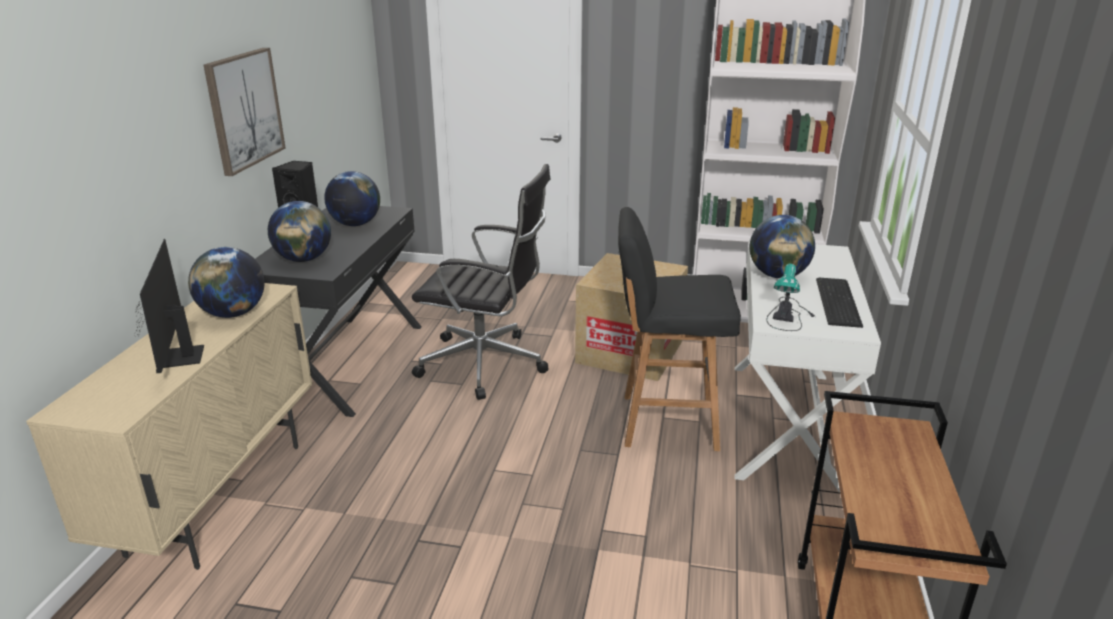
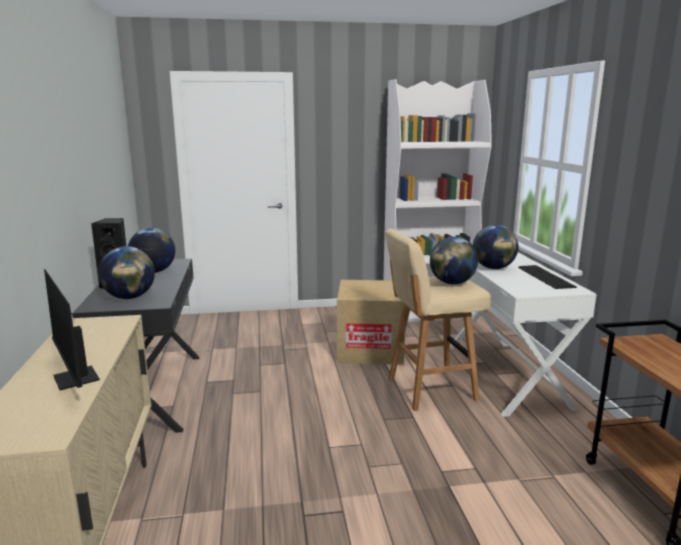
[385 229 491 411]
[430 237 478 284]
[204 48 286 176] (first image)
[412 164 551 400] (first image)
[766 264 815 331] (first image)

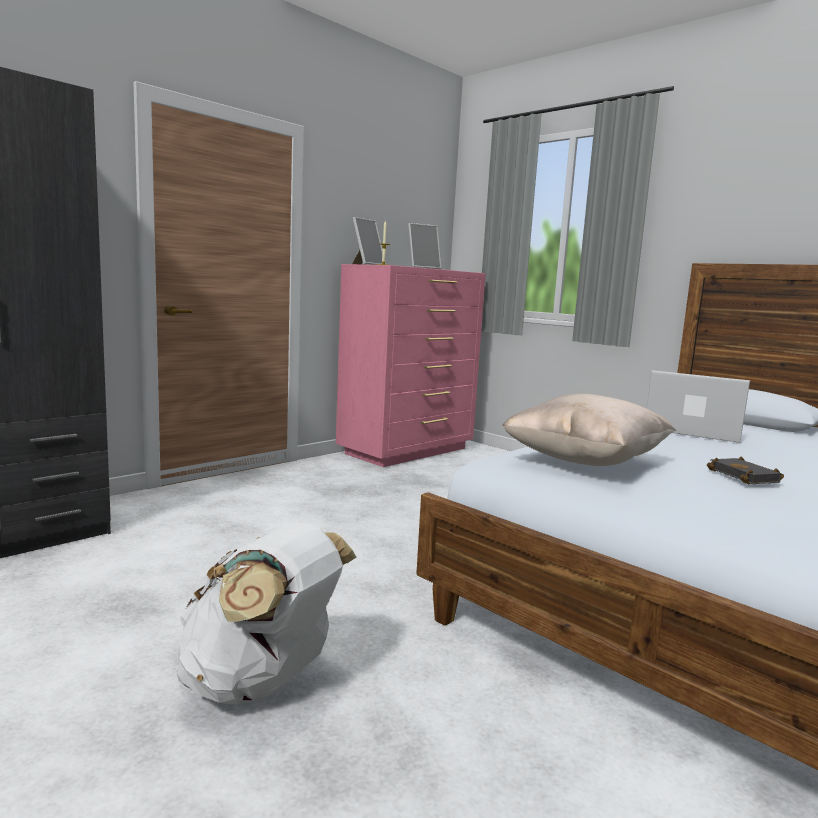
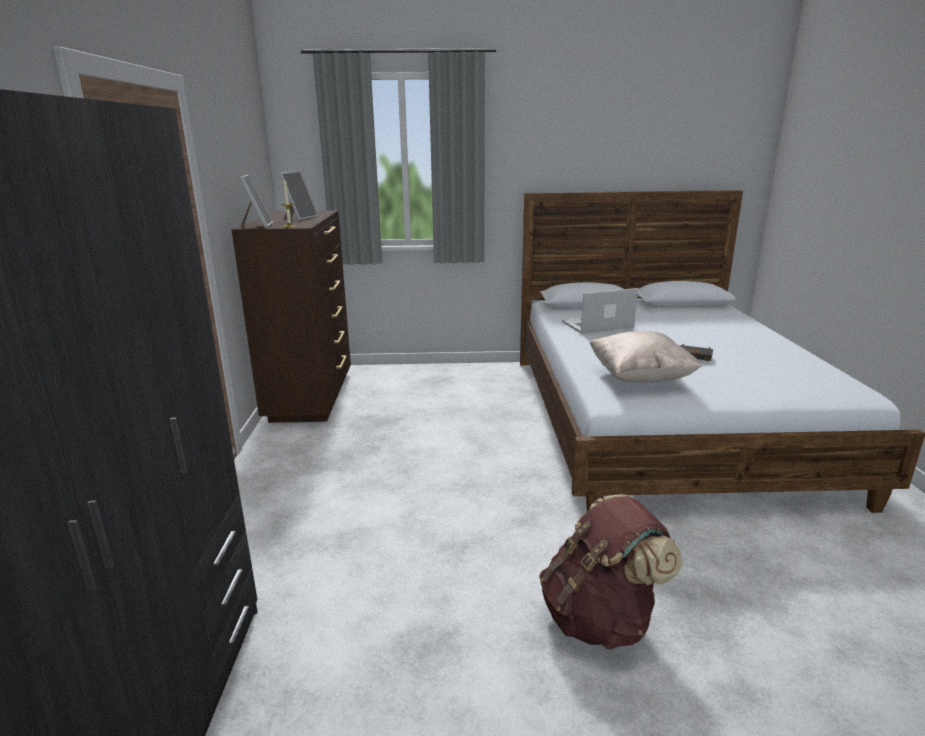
[232 210 351 423]
[539 494 683 649]

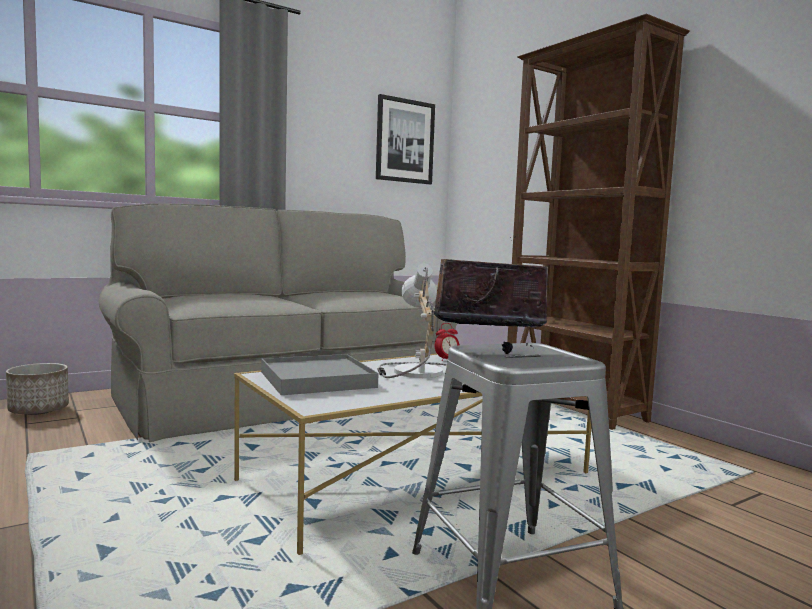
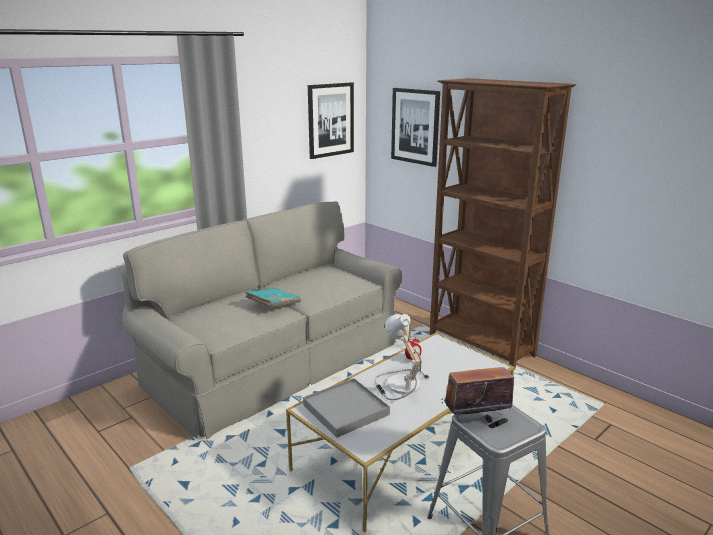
[245 289 301 307]
[391 88 440 167]
[6 363 69 415] (first image)

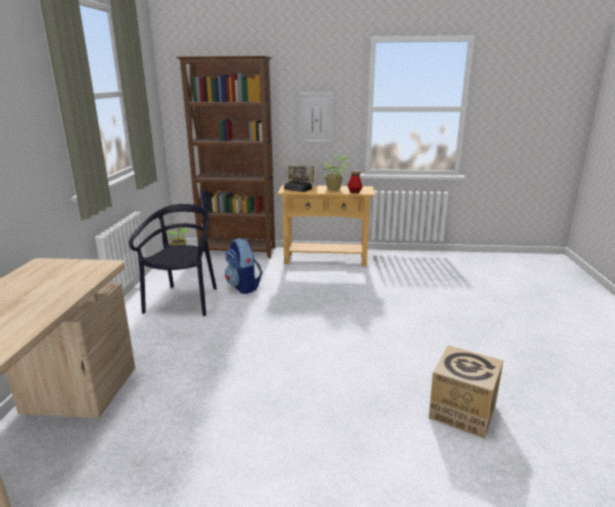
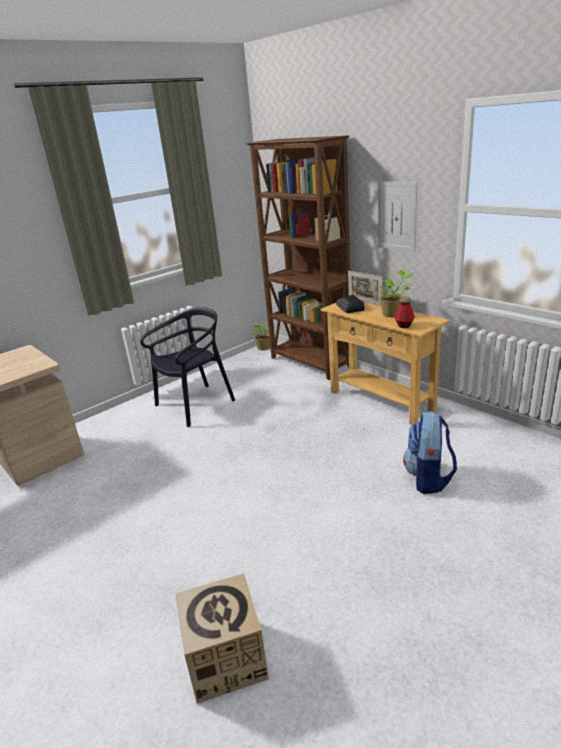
[403 411 457 494]

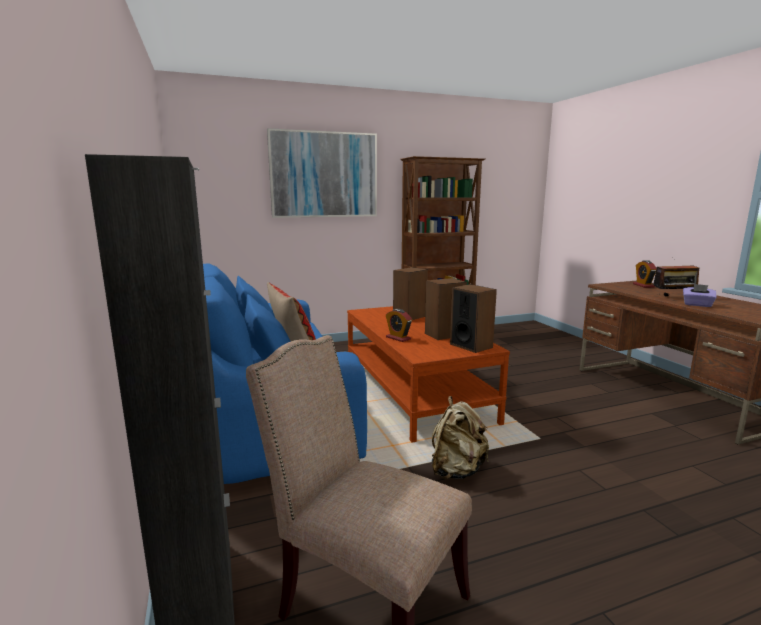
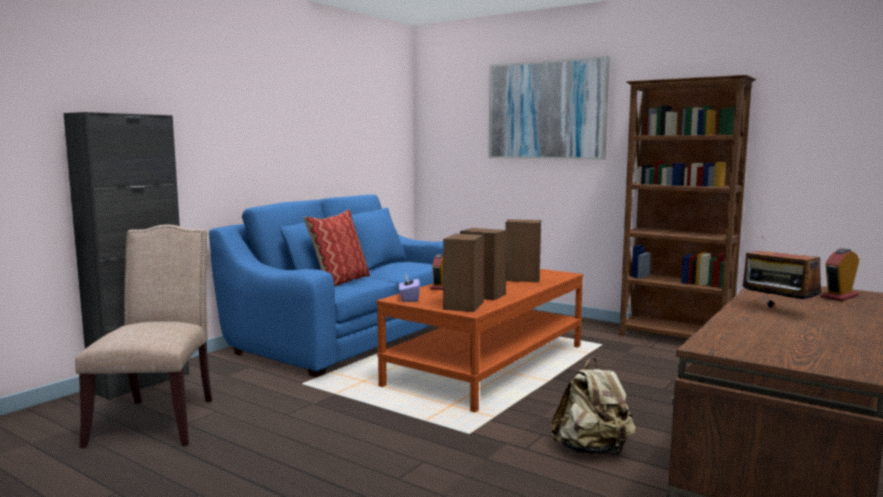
[399 274 420 302]
[551 357 636 455]

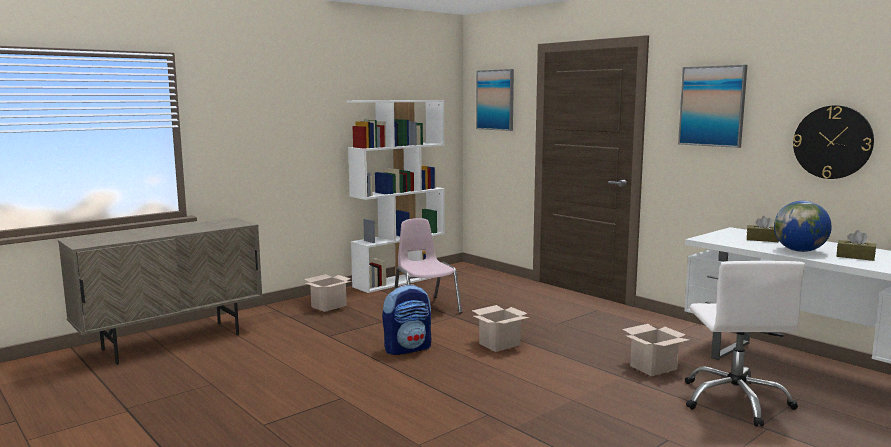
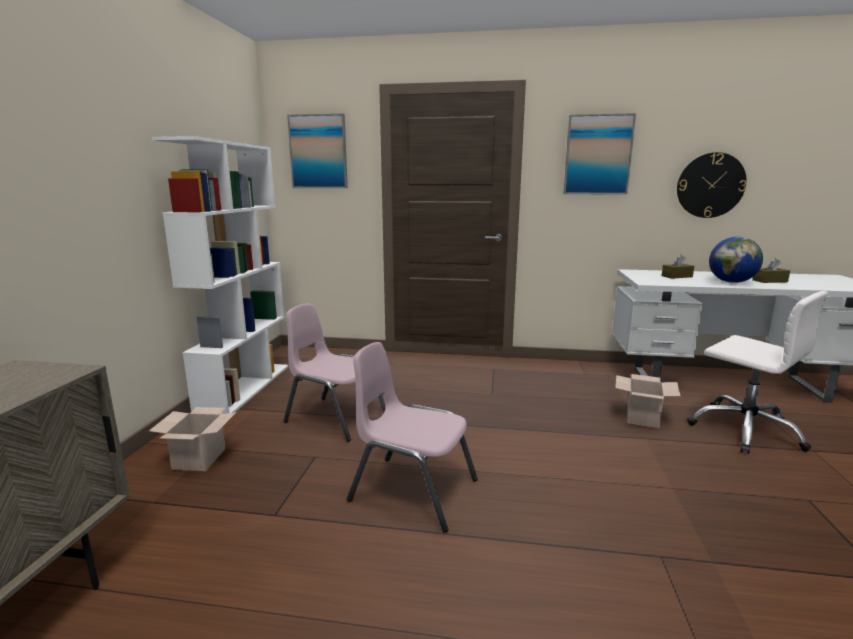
[347 342 478 533]
[472 305 529 352] (first image)

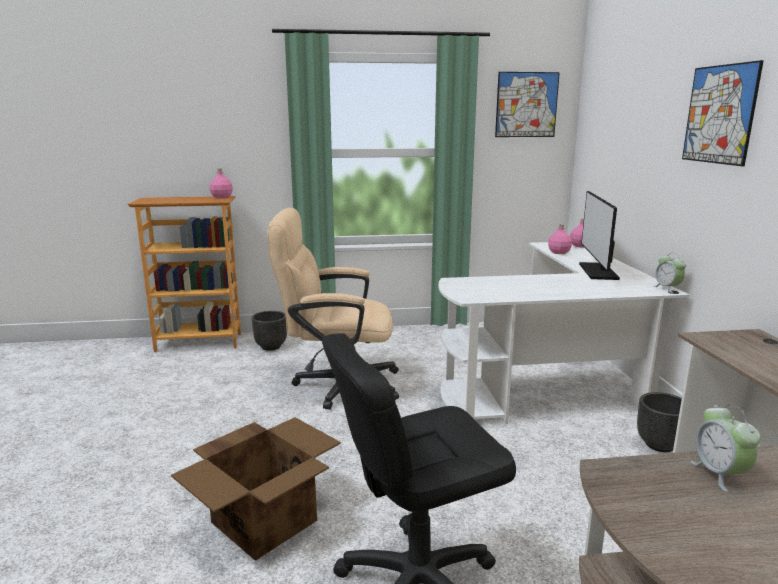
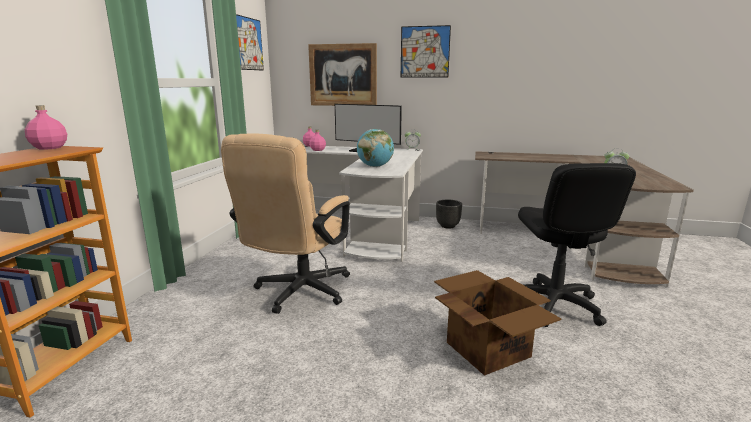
[308 43 377 106]
[357 129 394 167]
[252 311 287 351] (first image)

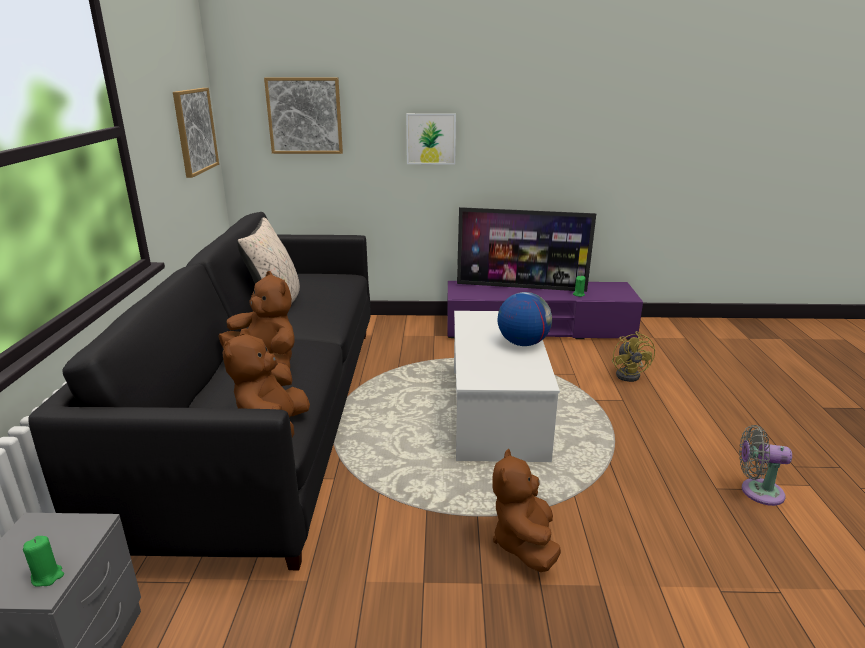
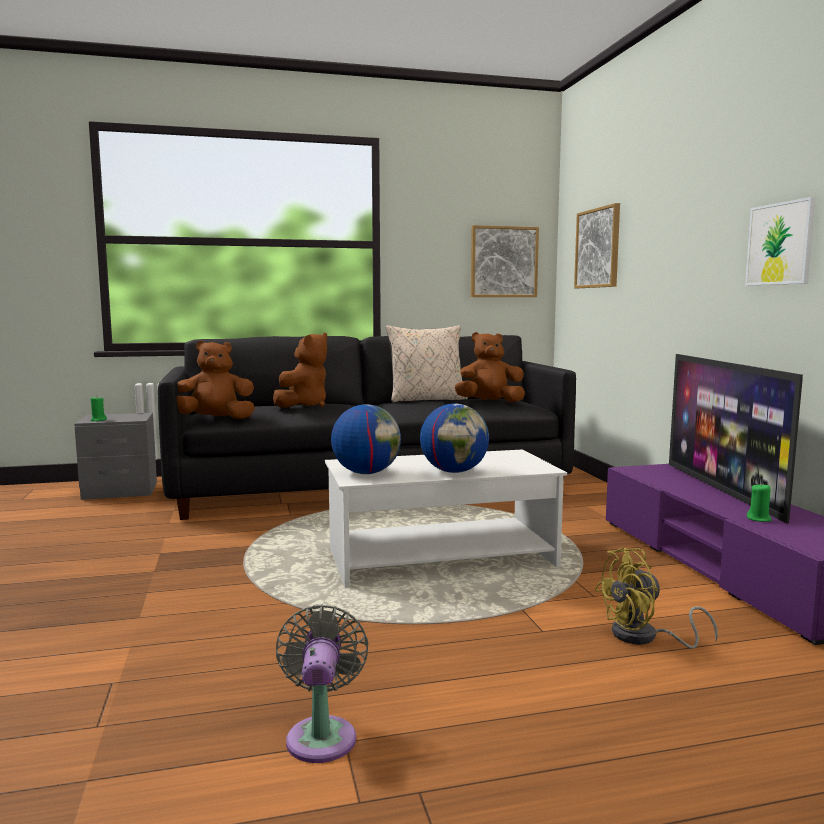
[331 404 401 474]
[455 332 525 403]
[745 197 816 286]

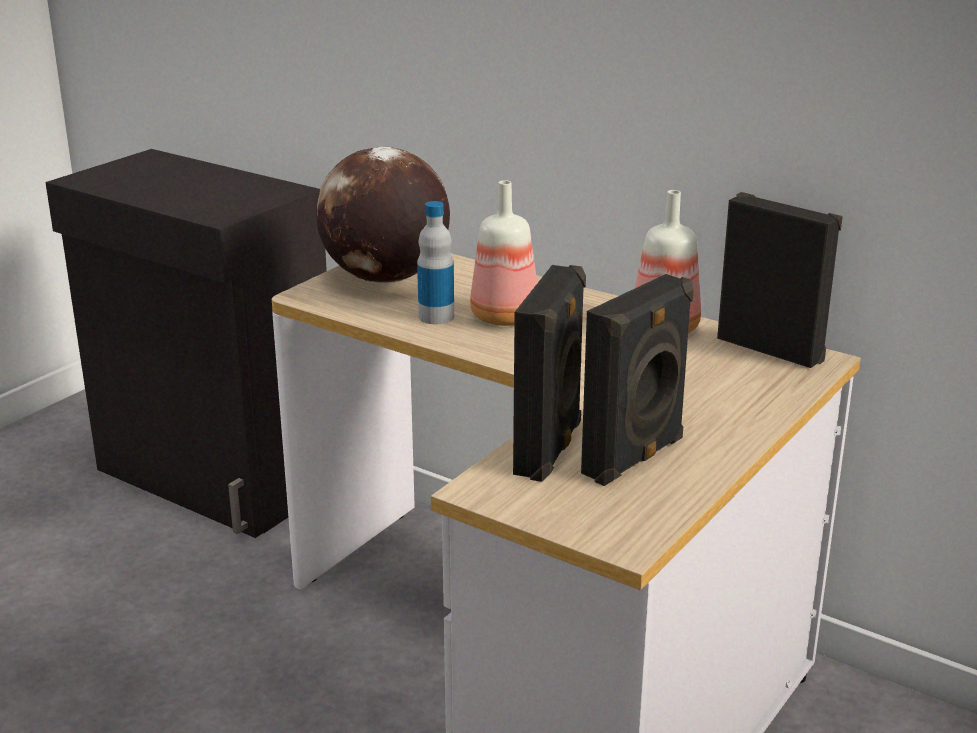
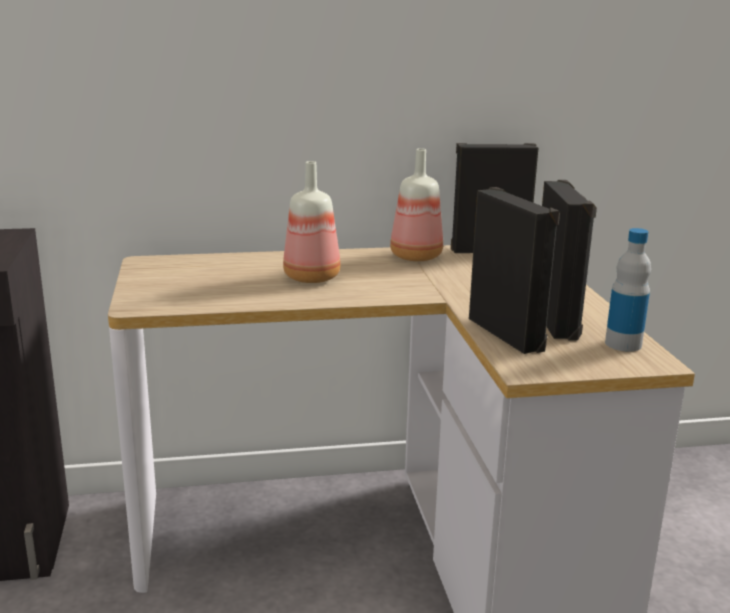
[605 228 651 352]
[316 147 450 283] (first image)

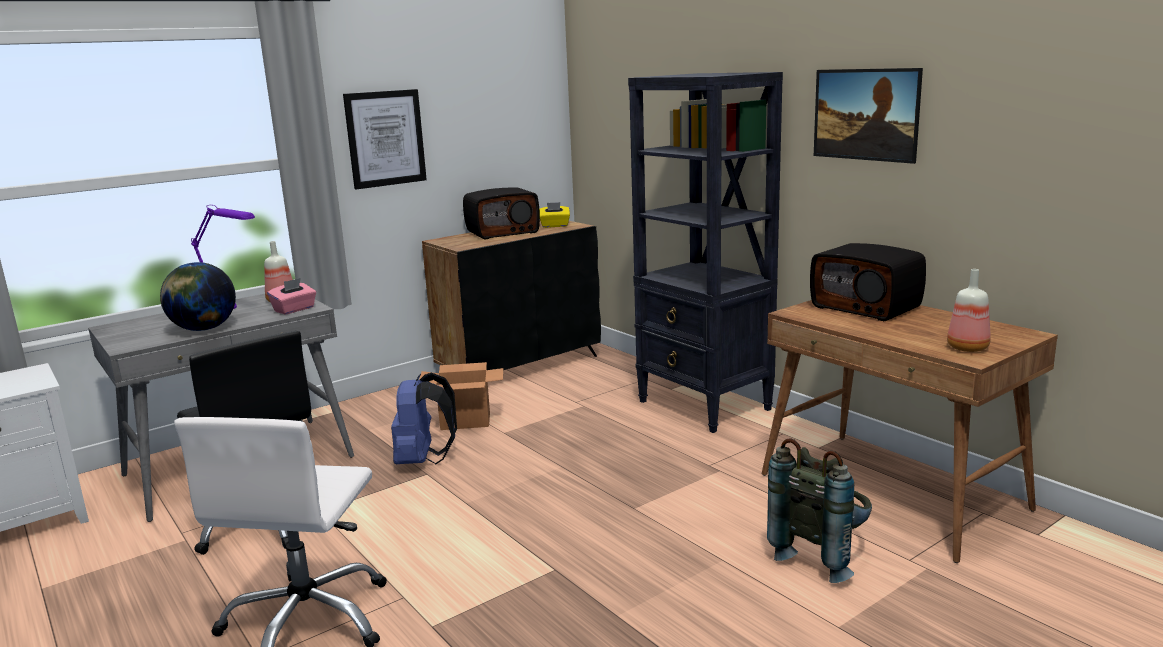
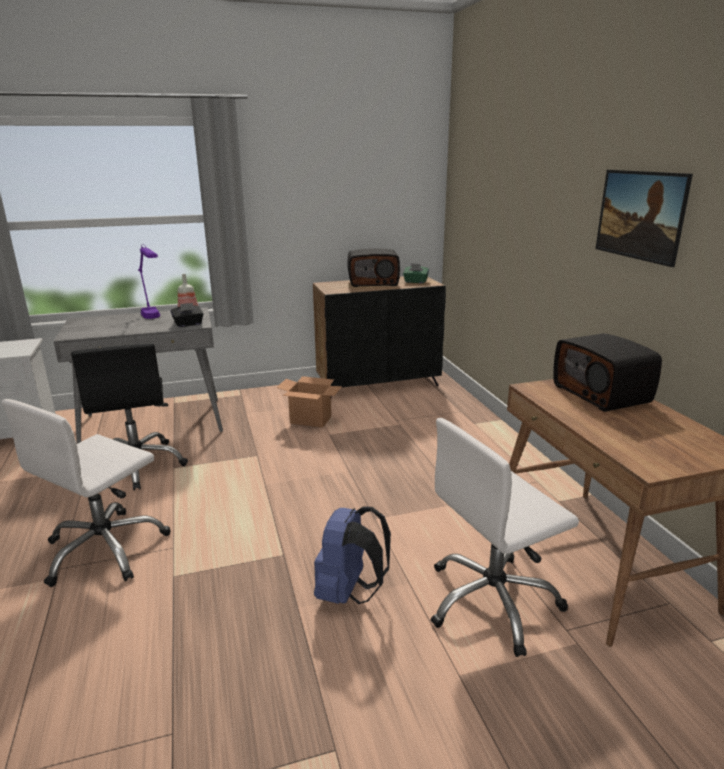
[171 303 203 327]
[314 506 391 604]
[403 263 429 283]
[431 418 579 657]
[160 262 236 331] (first image)
[343 89 427 189] (first image)
[628 72 783 433] (first image)
[947 269 991 352] (first image)

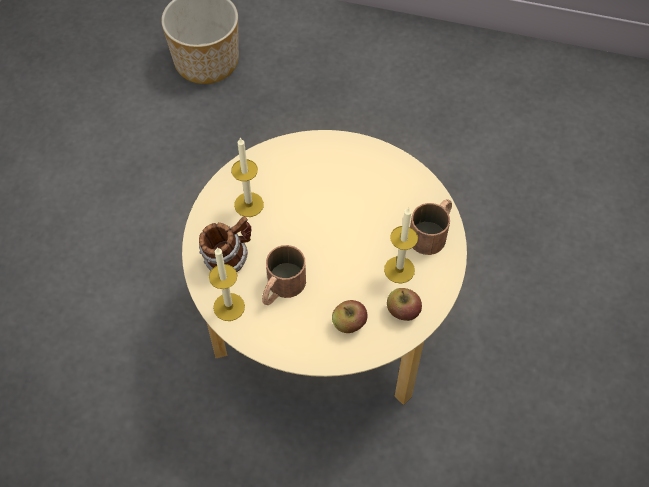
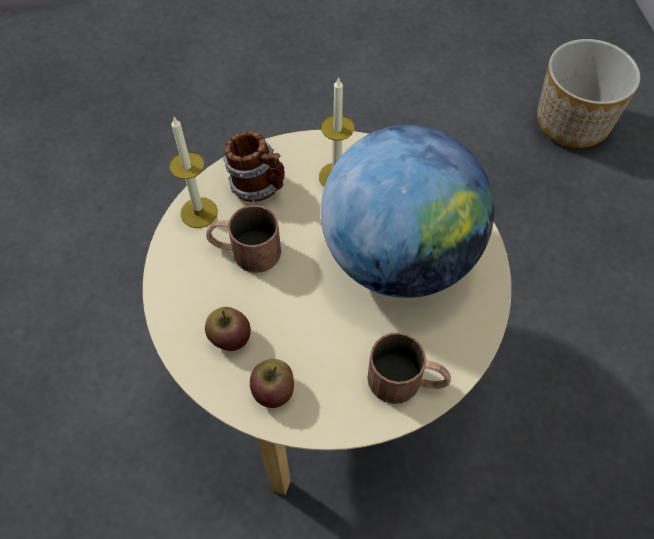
[321 125 494 298]
[384 207 418 283] (first image)

